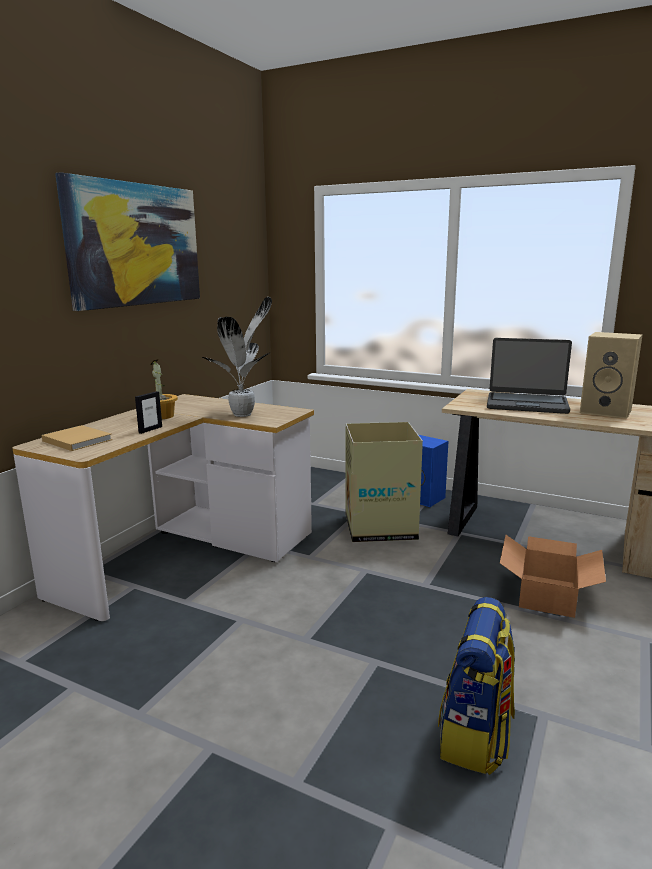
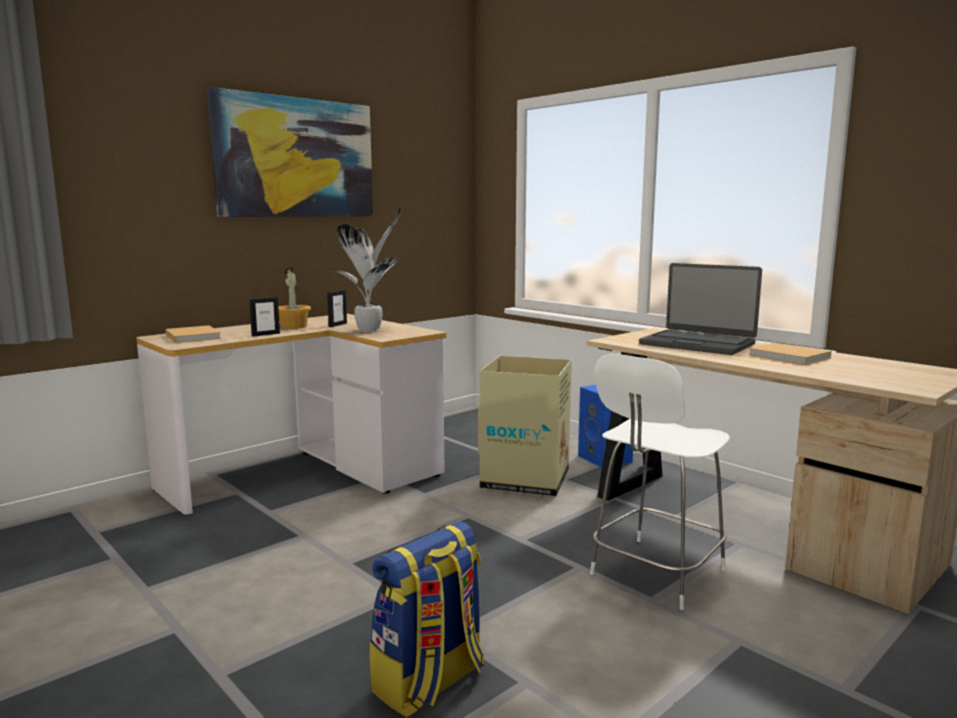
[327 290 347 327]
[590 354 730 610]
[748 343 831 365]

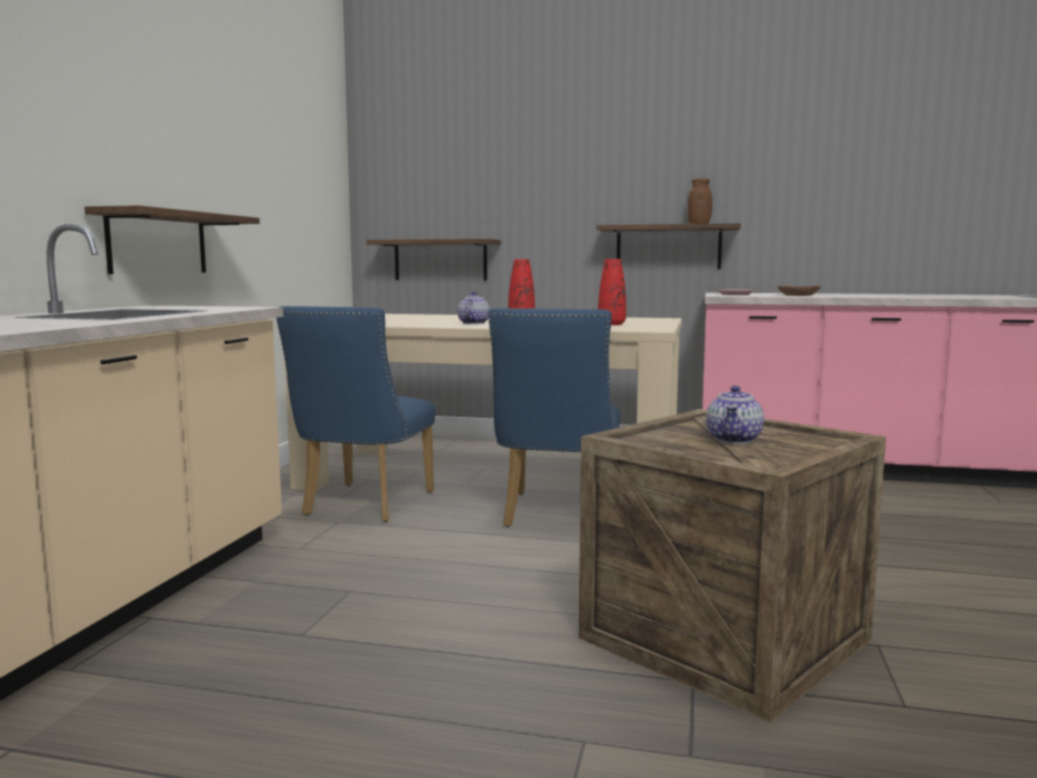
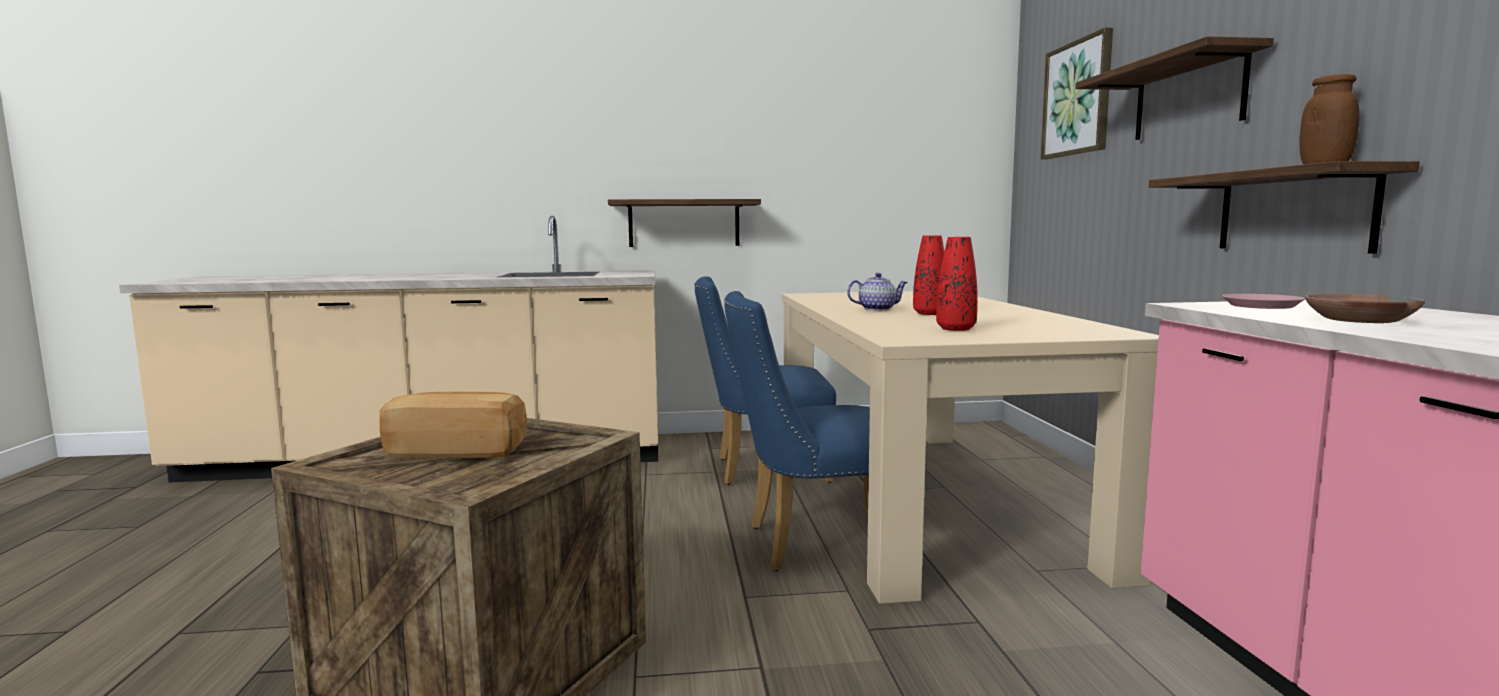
[379 392 527 458]
[1041 27 1113 159]
[1075 36 1274 140]

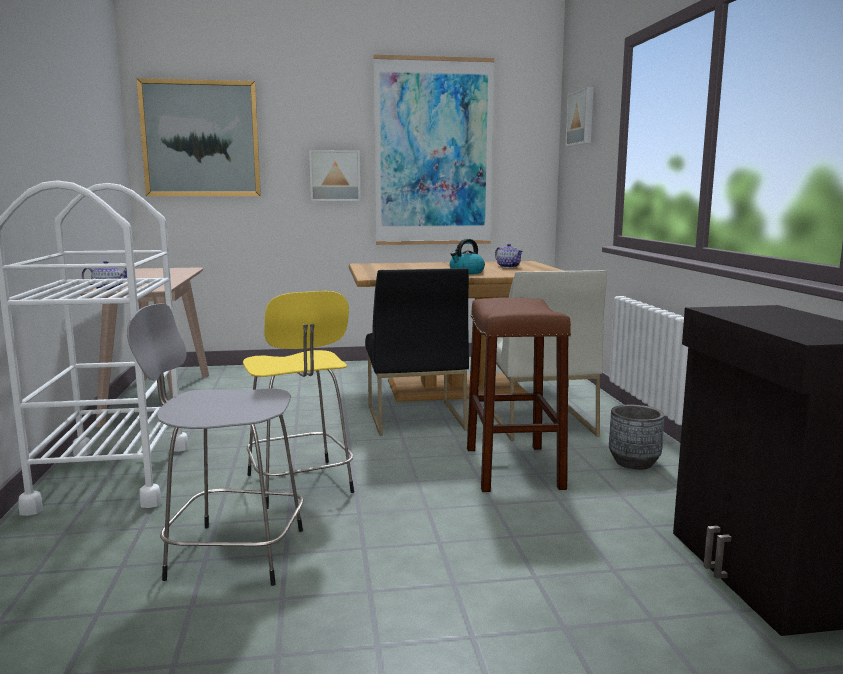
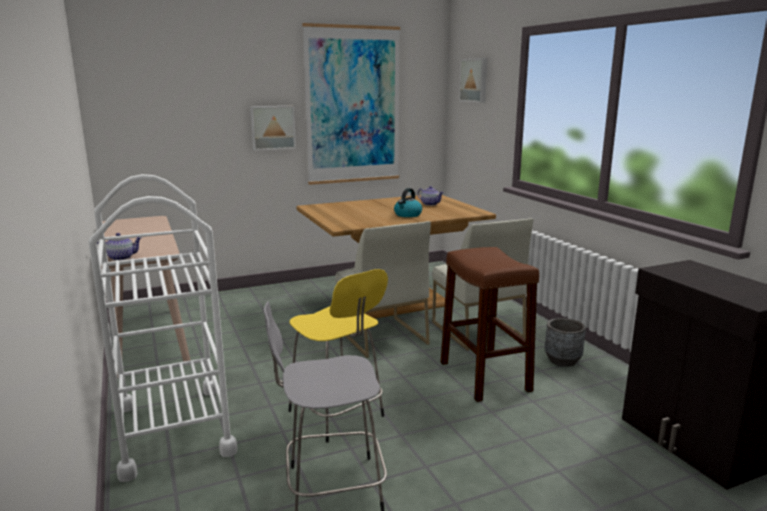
[335 221 431 358]
[136 78 261 196] (first image)

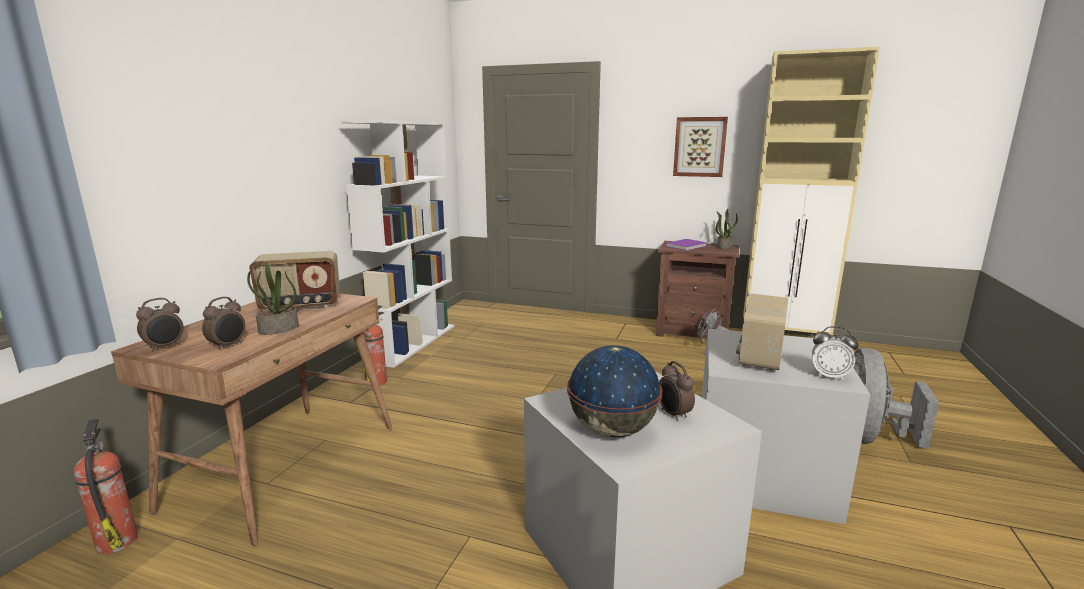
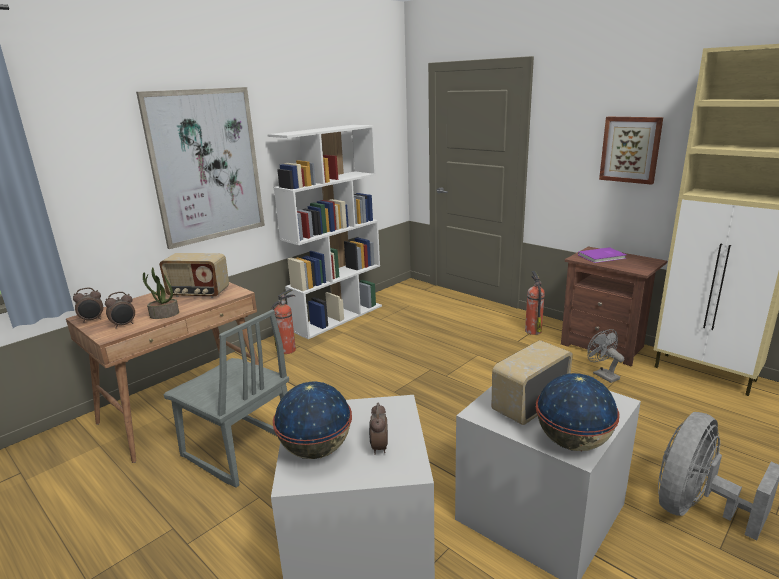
[136 87 265 249]
[164 310 289 488]
[525 271 545 335]
[536 373 620 451]
[716 209 738 249] (first image)

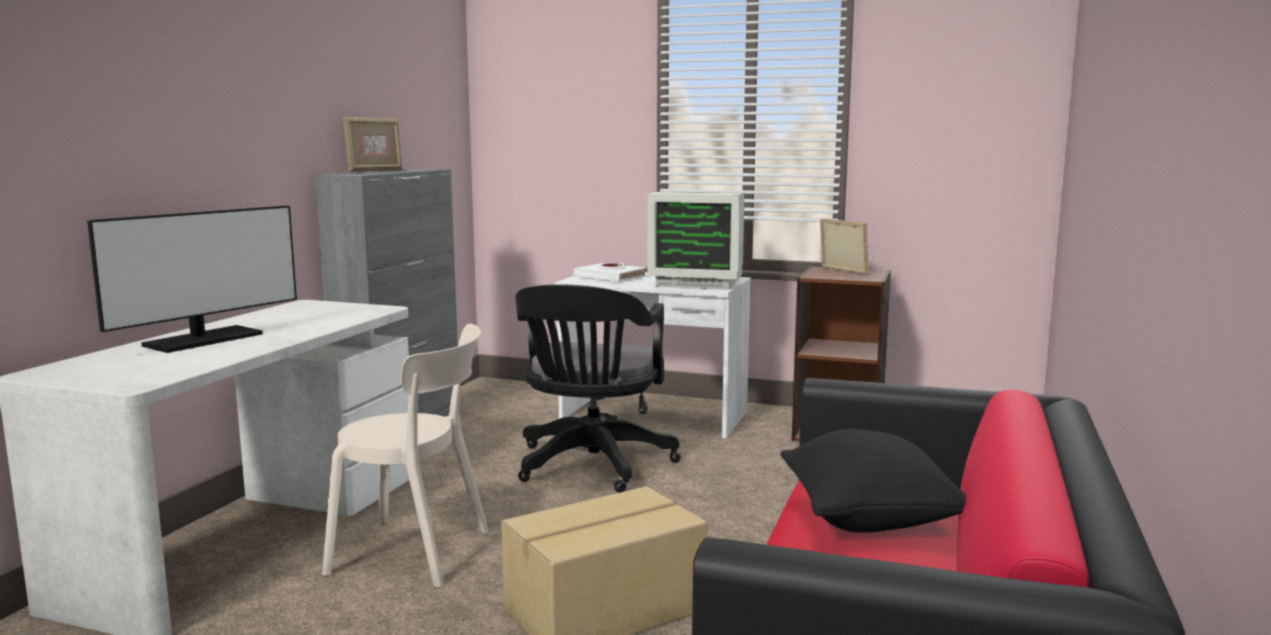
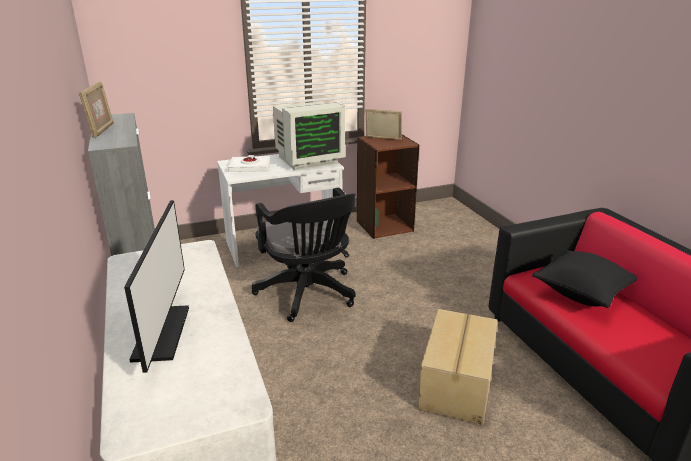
[322 324 489 588] (first image)

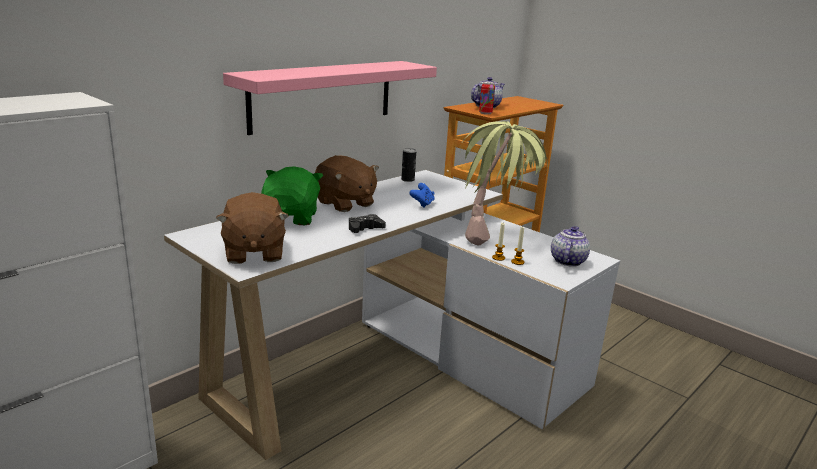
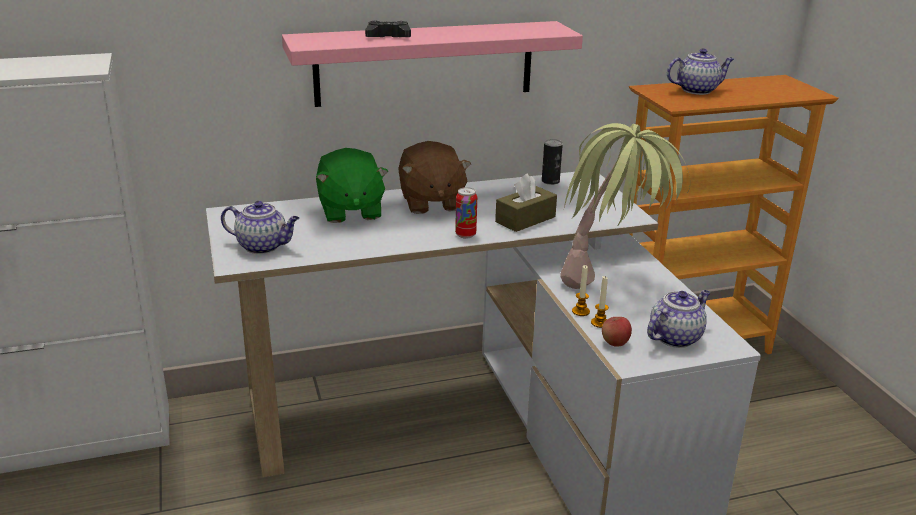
[221 201 299 254]
[316 148 388 223]
[365 20 411 37]
[455 187 477 239]
[495 174 557 232]
[602 317 632 347]

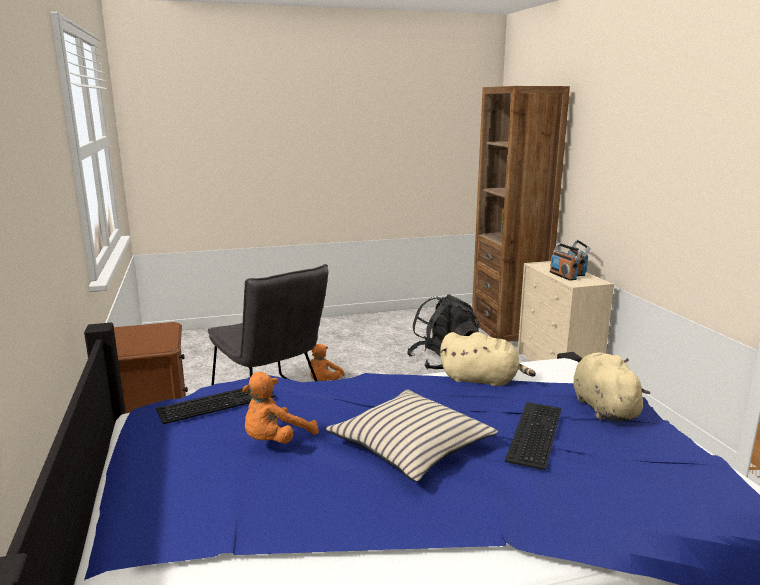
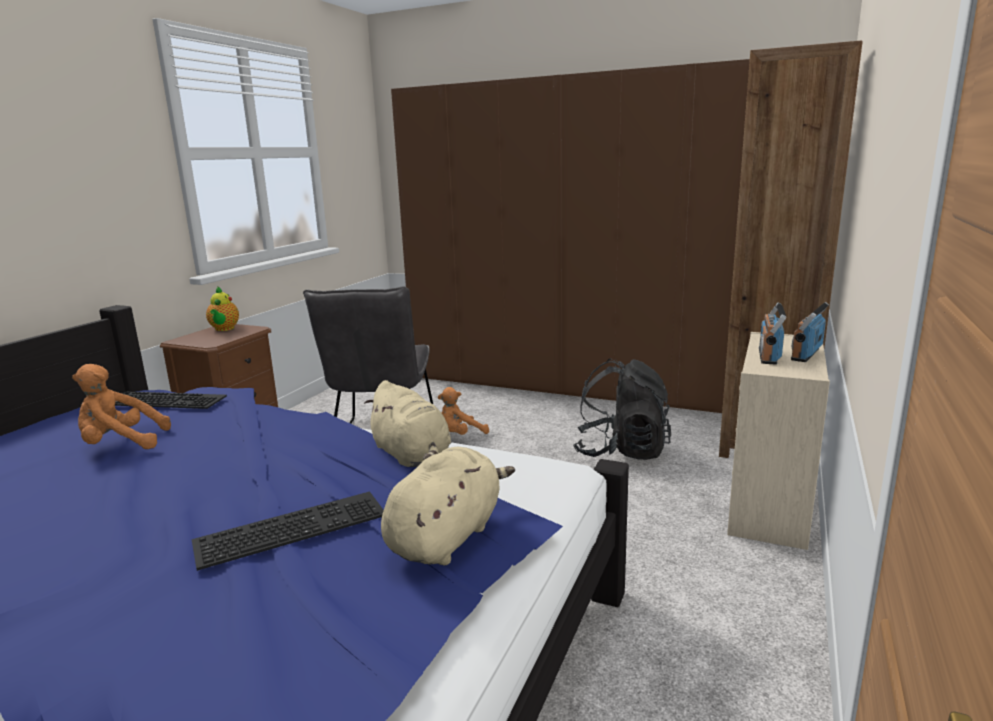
[206 286 239 331]
[391 59 750 413]
[325 389 498 482] (first image)

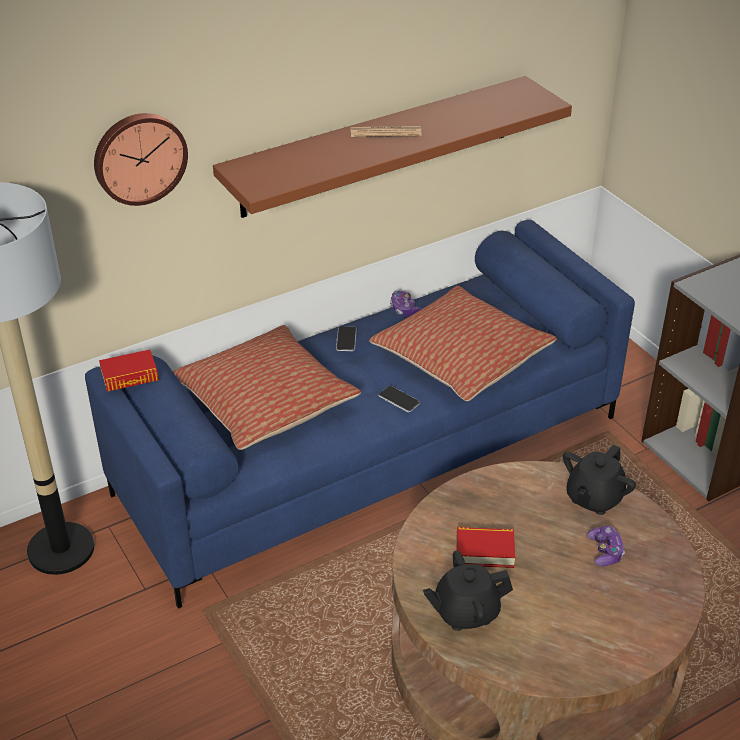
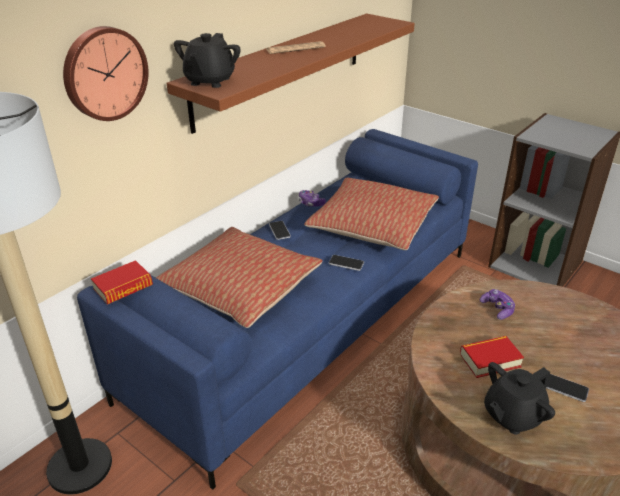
[174 33 241 88]
[480 289 515 320]
[546 374 589 402]

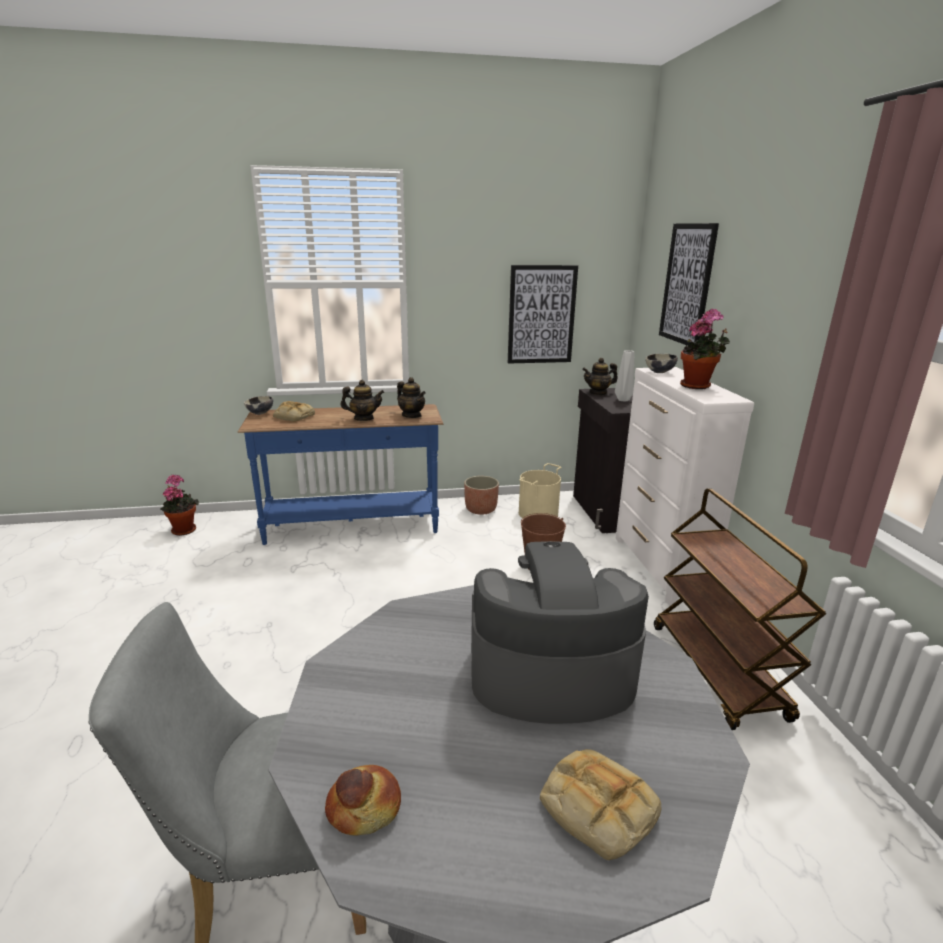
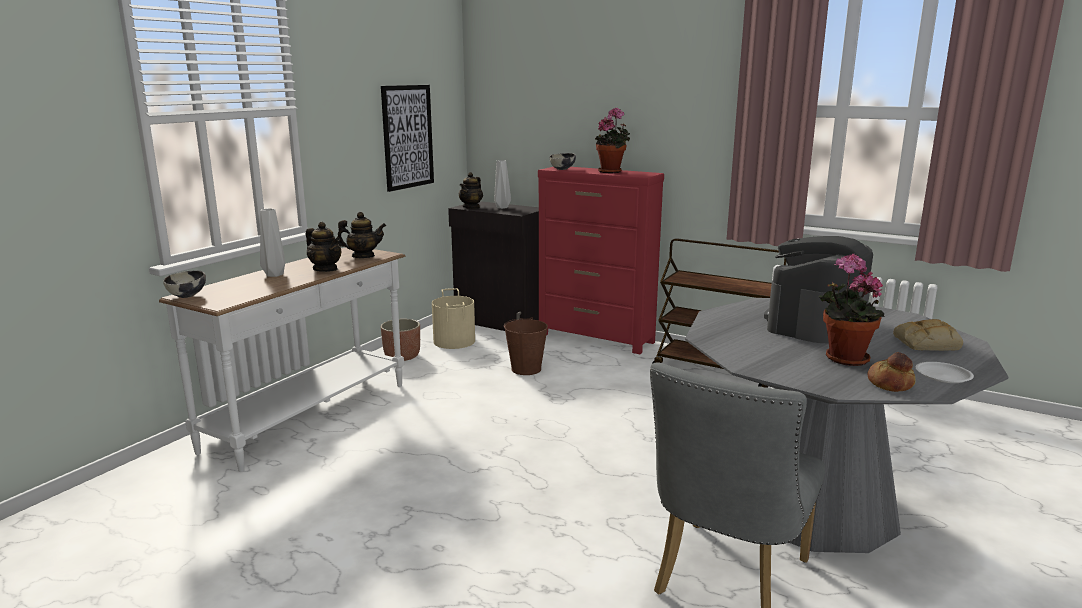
[159 247 405 472]
[260 208 285 277]
[306 222 342 272]
[538 167 664 354]
[818 253 885 366]
[916 362 974 383]
[273 401 315 422] (first image)
[659 223 719 346] (first image)

